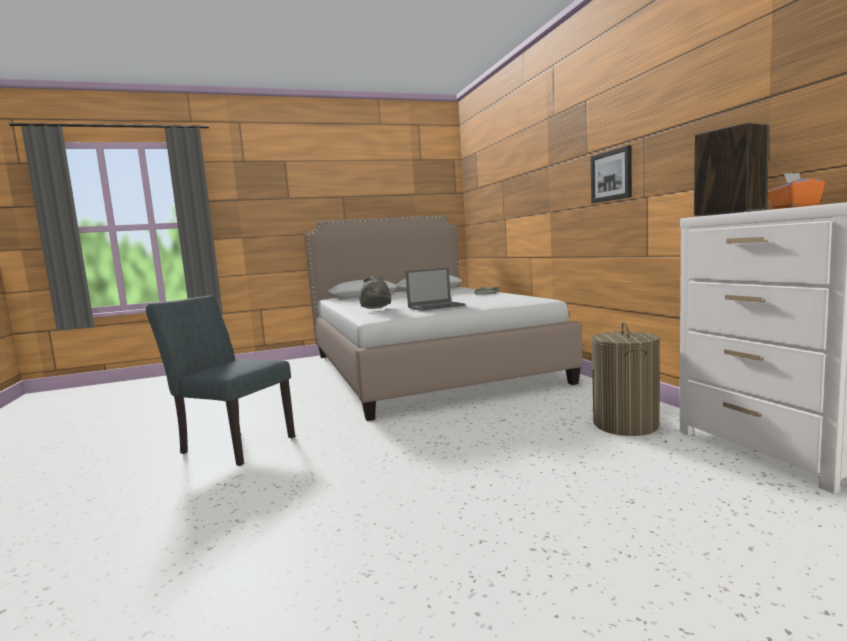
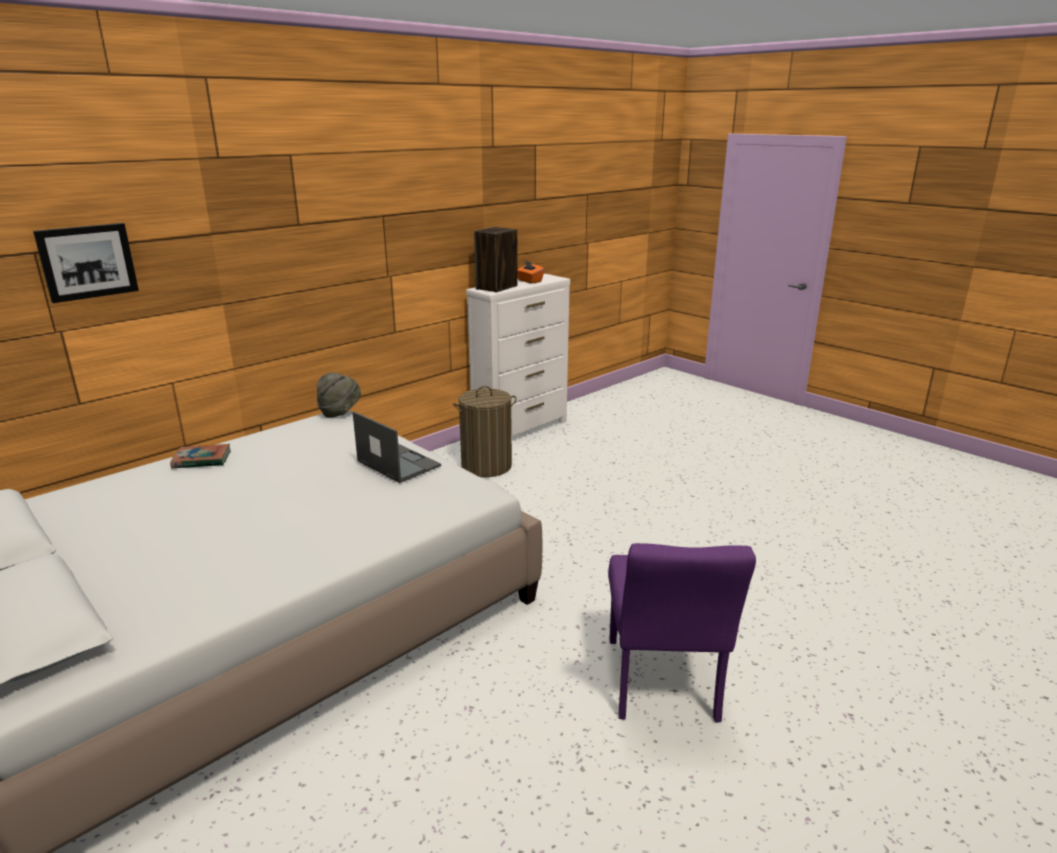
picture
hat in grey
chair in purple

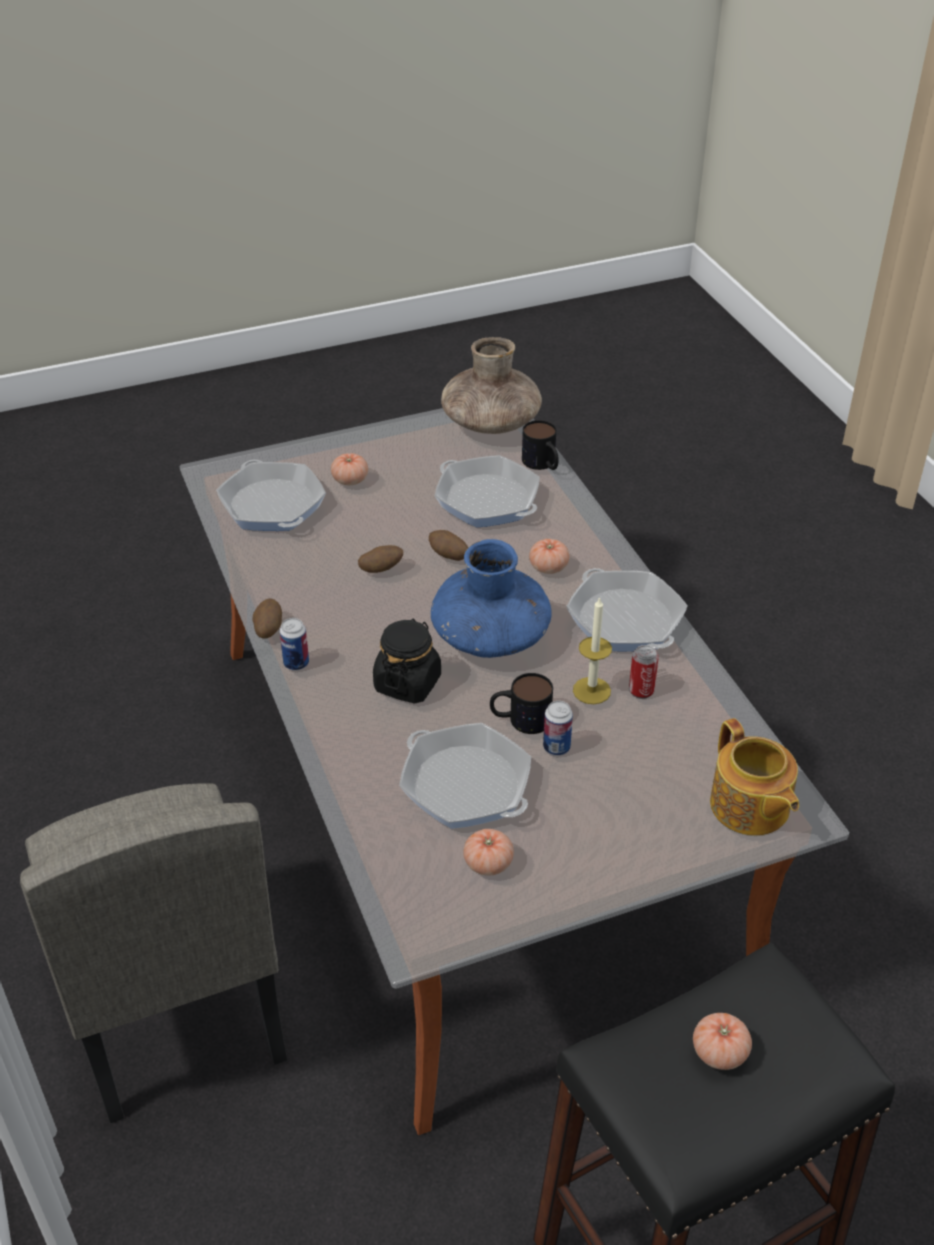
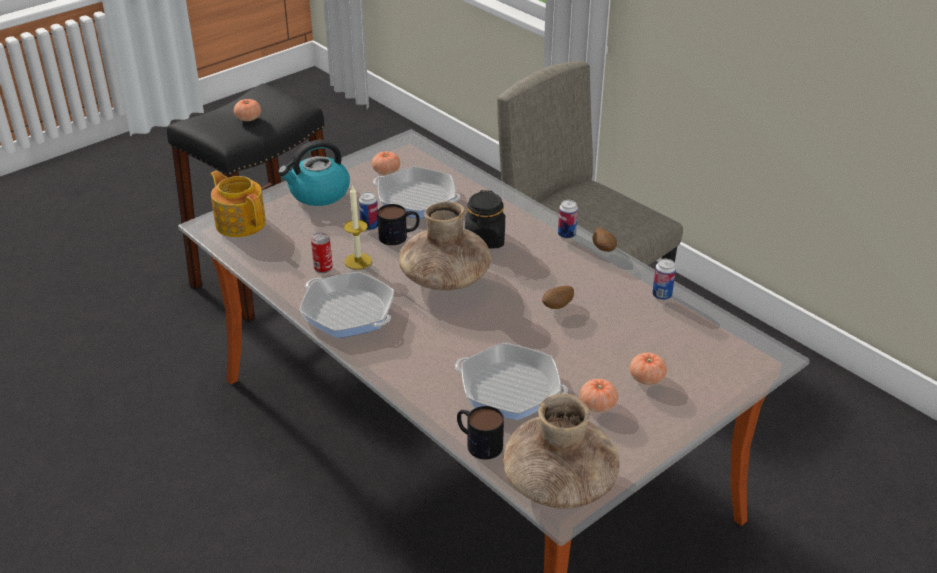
frying pan (no. 1 from left in the first image)
potato (no. 3 from left in the first image)
vase in brown (no. 1 from left)
tomato (no. 3 from left)
kettle
can (no. 4 from left)

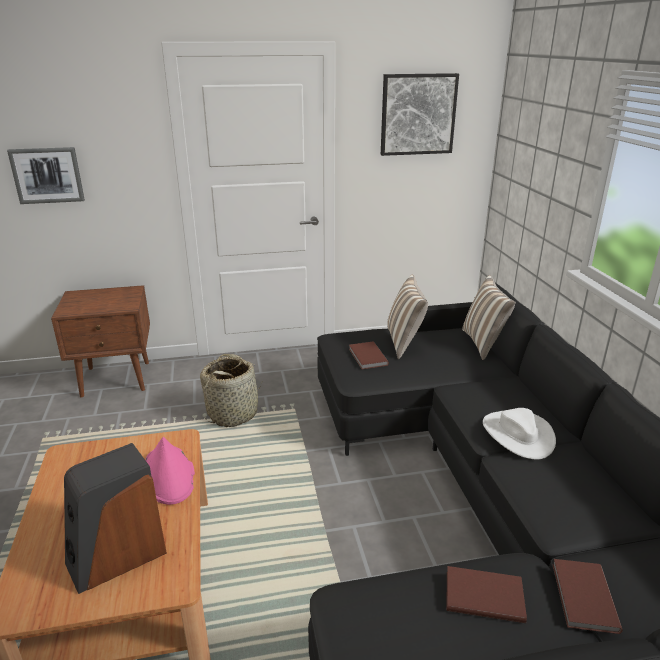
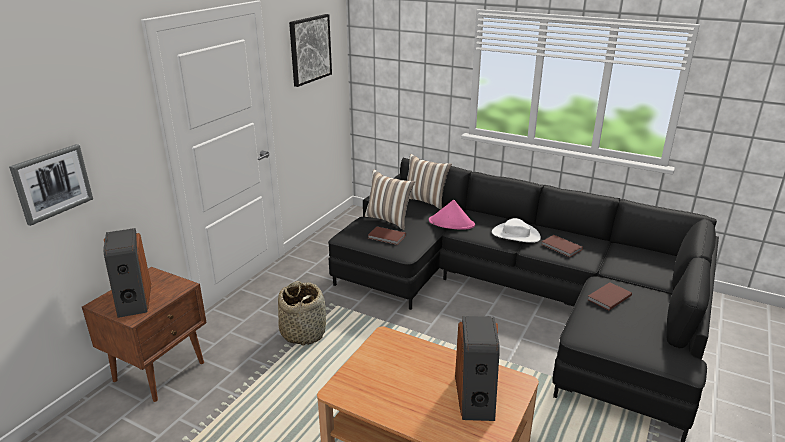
hat in pink
book in brown (no. 2 from left)
speaker (no. 1 from left)

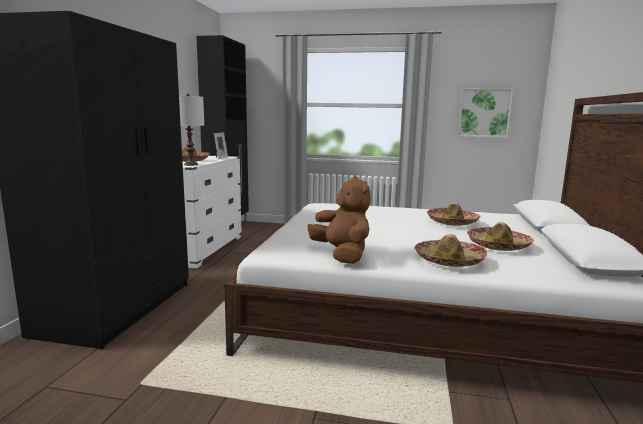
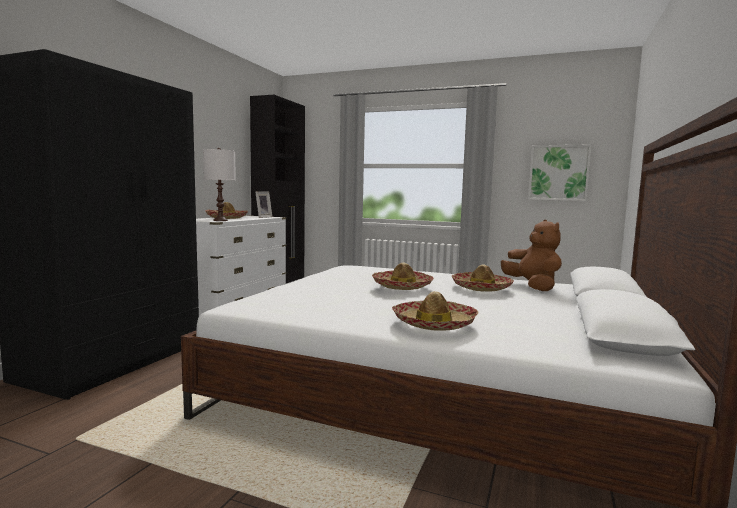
plush toy in brown
hat (no. 2 from left)

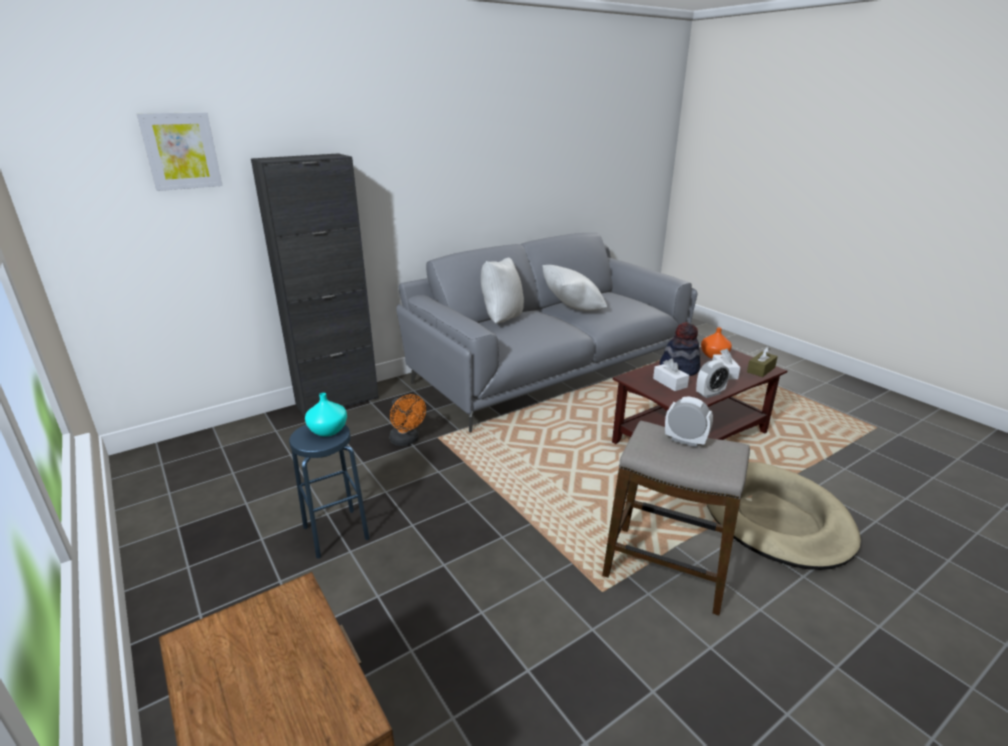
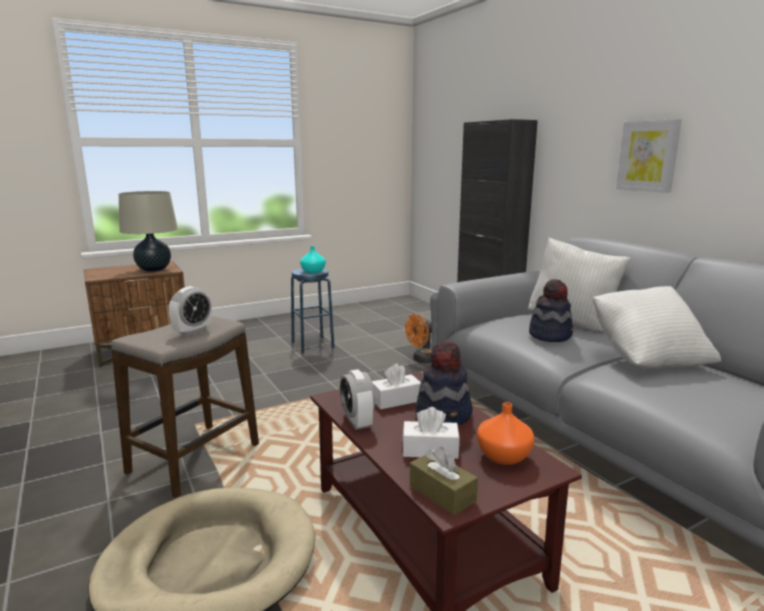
picture
table lamp in beige
hat (no. 2 from left)

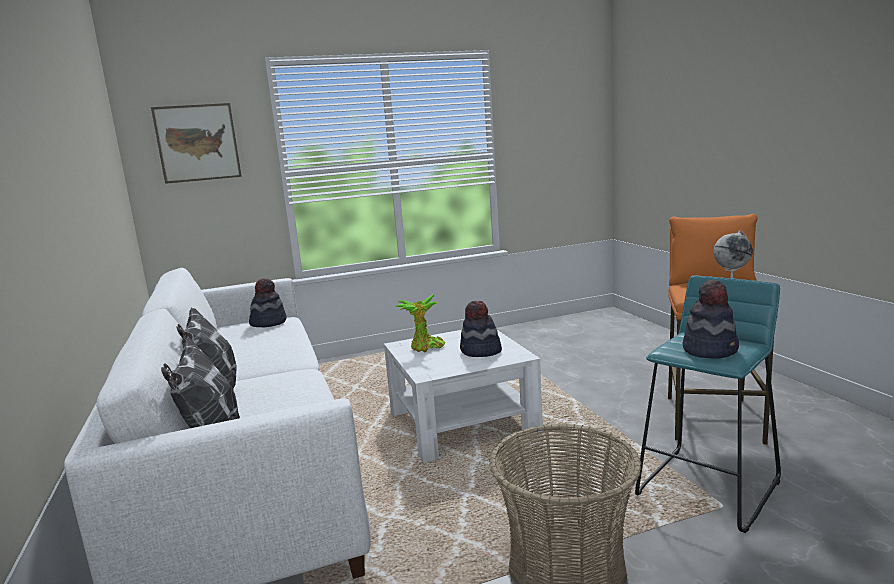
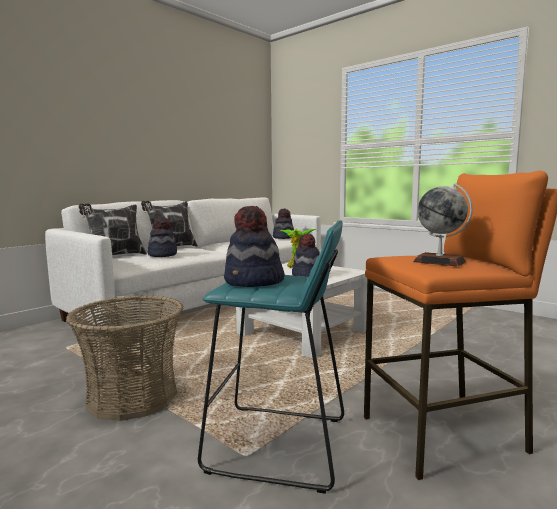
picture
hat (no. 1 from left)

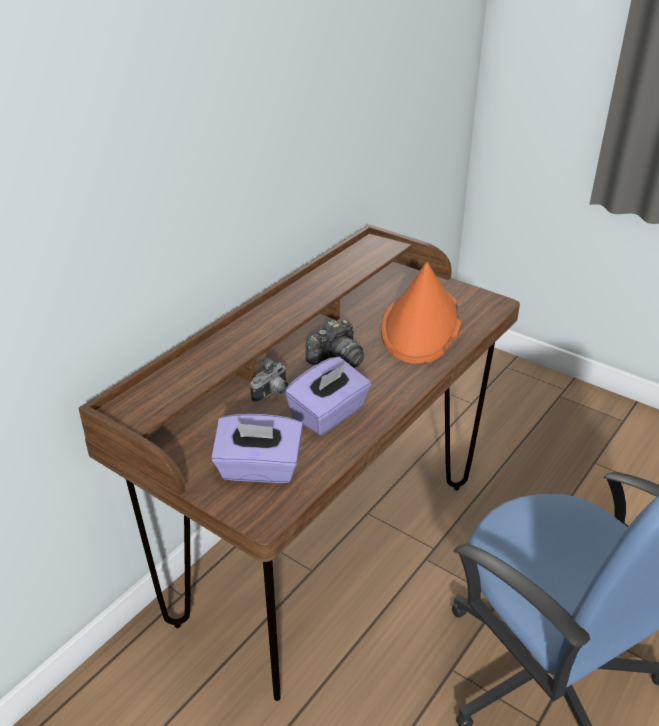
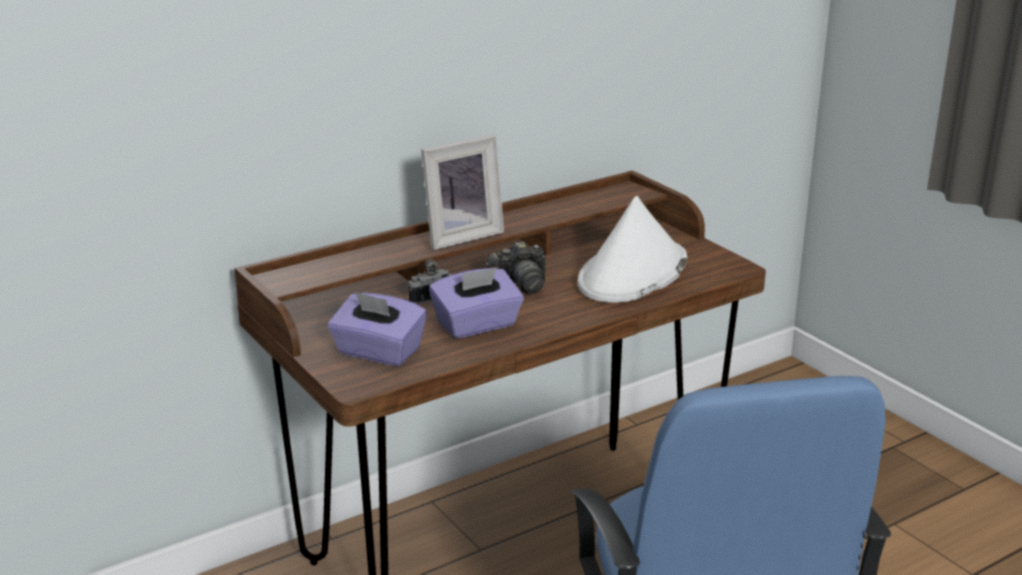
hat in white
picture frame

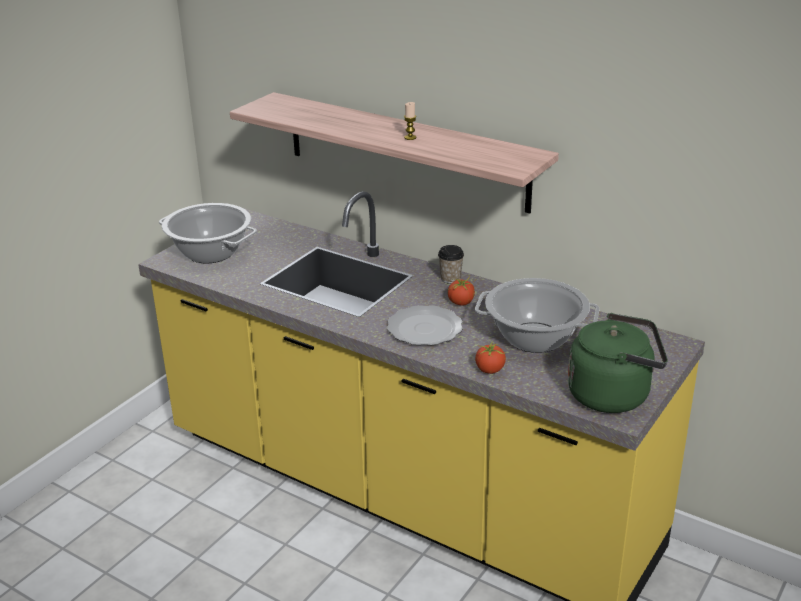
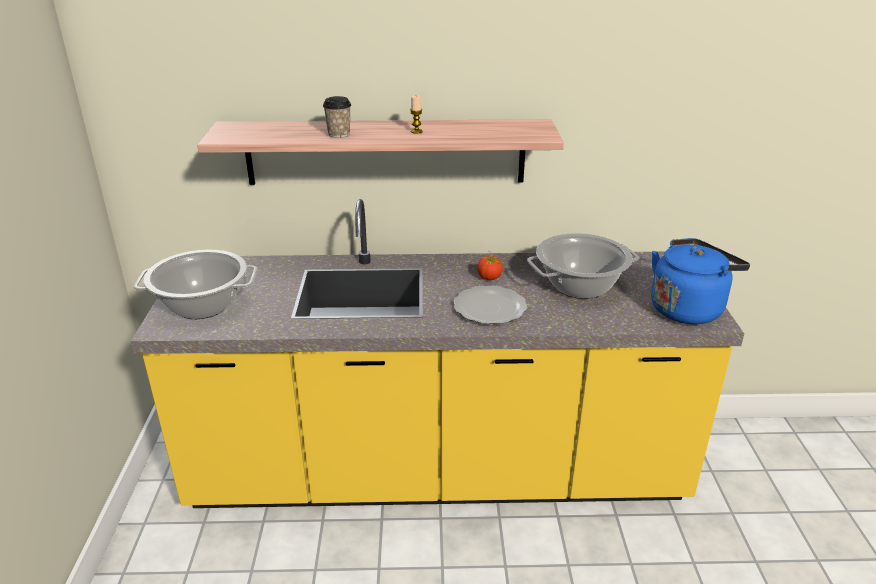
cup
kettle in blue
tomato (no. 2 from left in the first image)

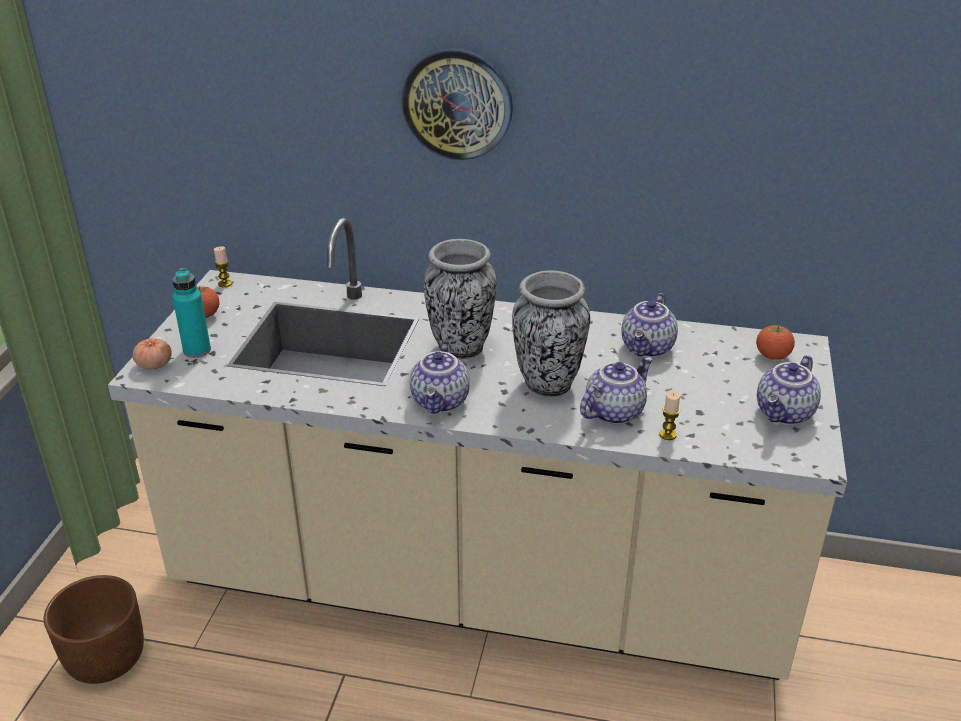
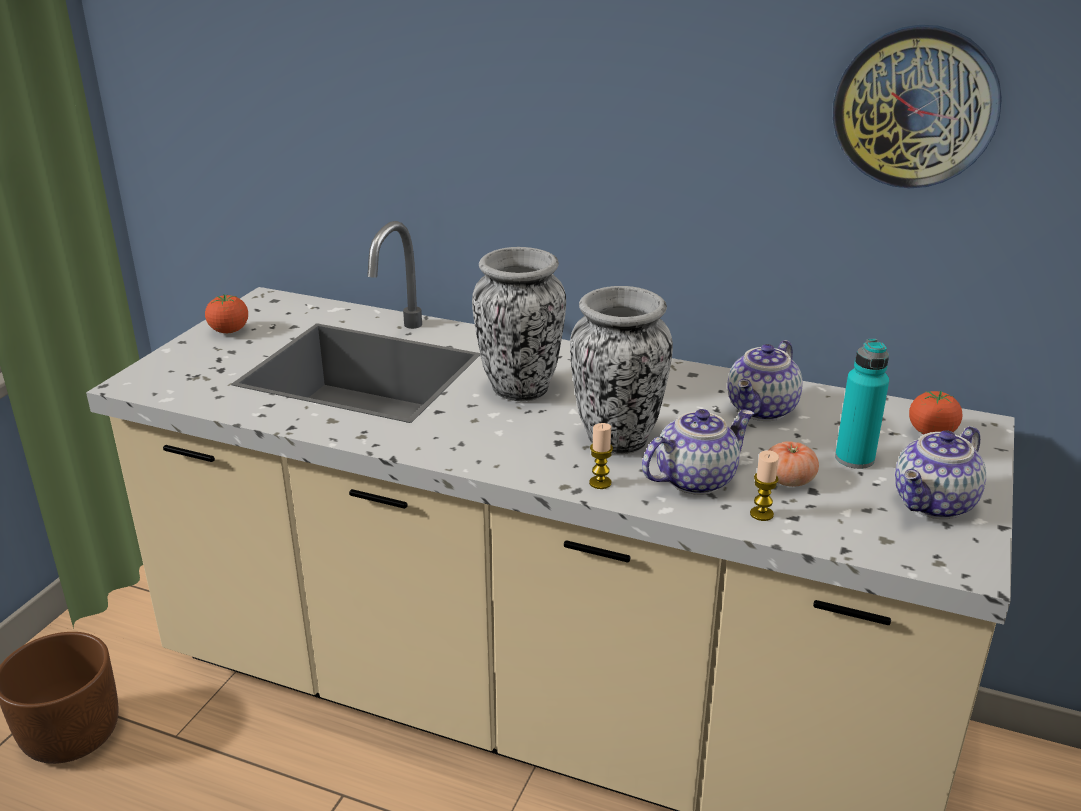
wall clock
candle (no. 1 from left)
bottle in turquoise
tomato (no. 2 from left)
teapot (no. 1 from left in the first image)

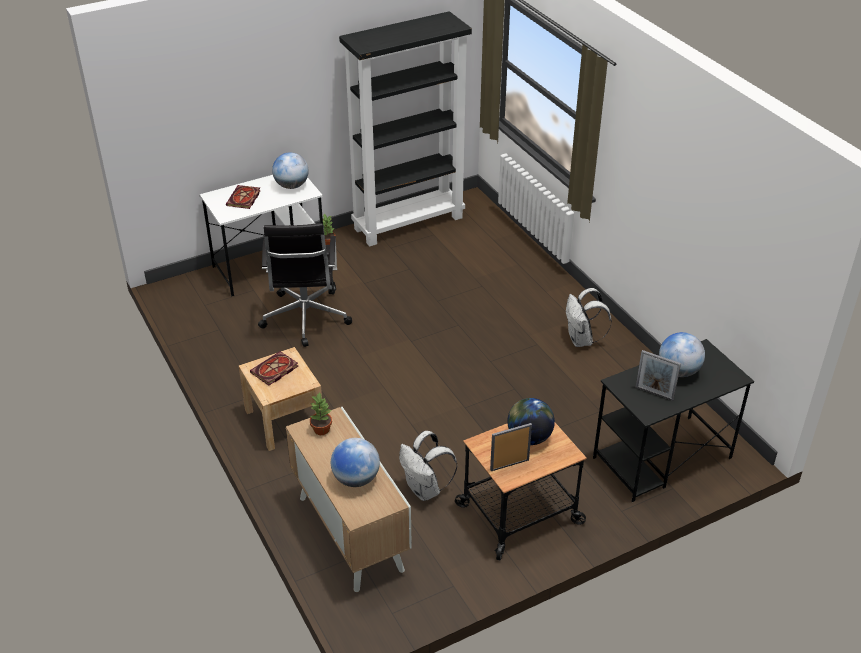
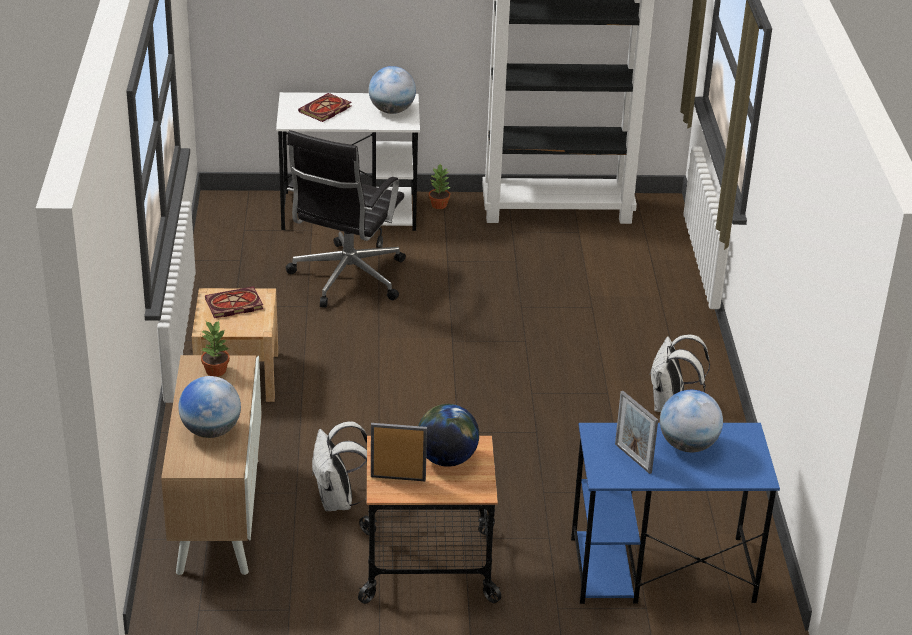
desk in blue

